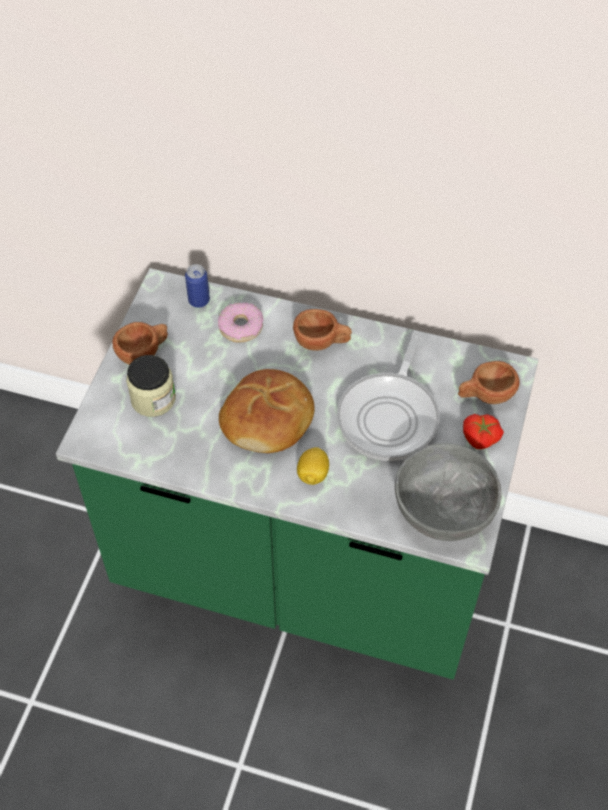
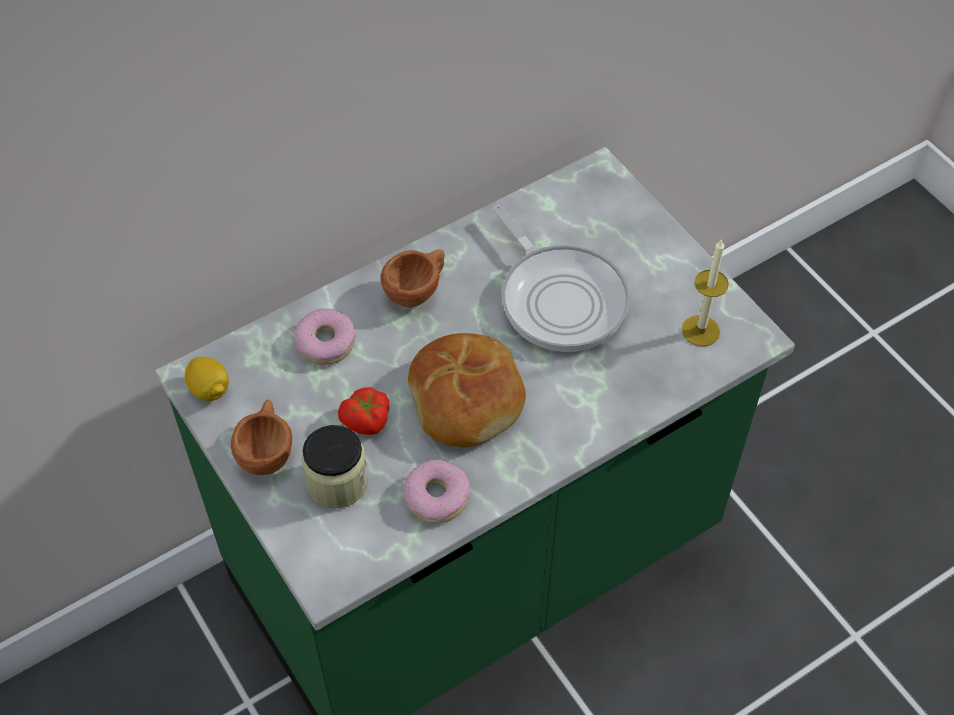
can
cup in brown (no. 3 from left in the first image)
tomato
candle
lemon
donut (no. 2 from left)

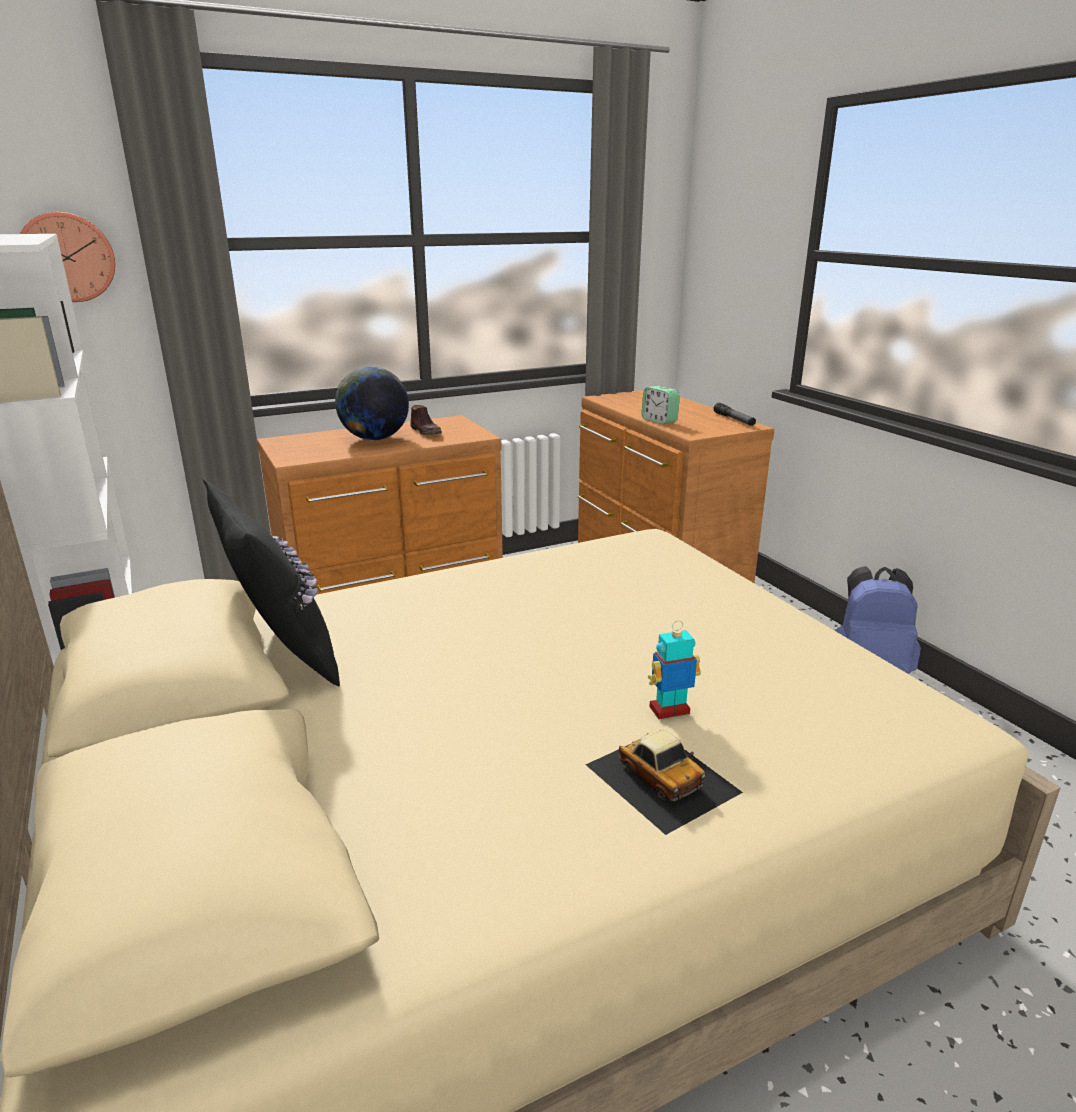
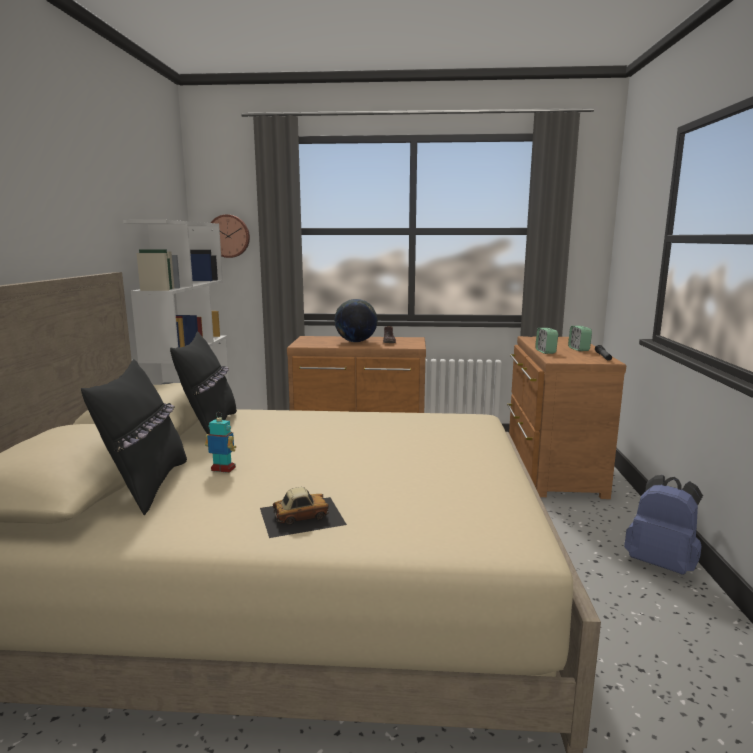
toy robot
toy car
alarm clock (no. 2 from left)
pillow in black (no. 1 from left)

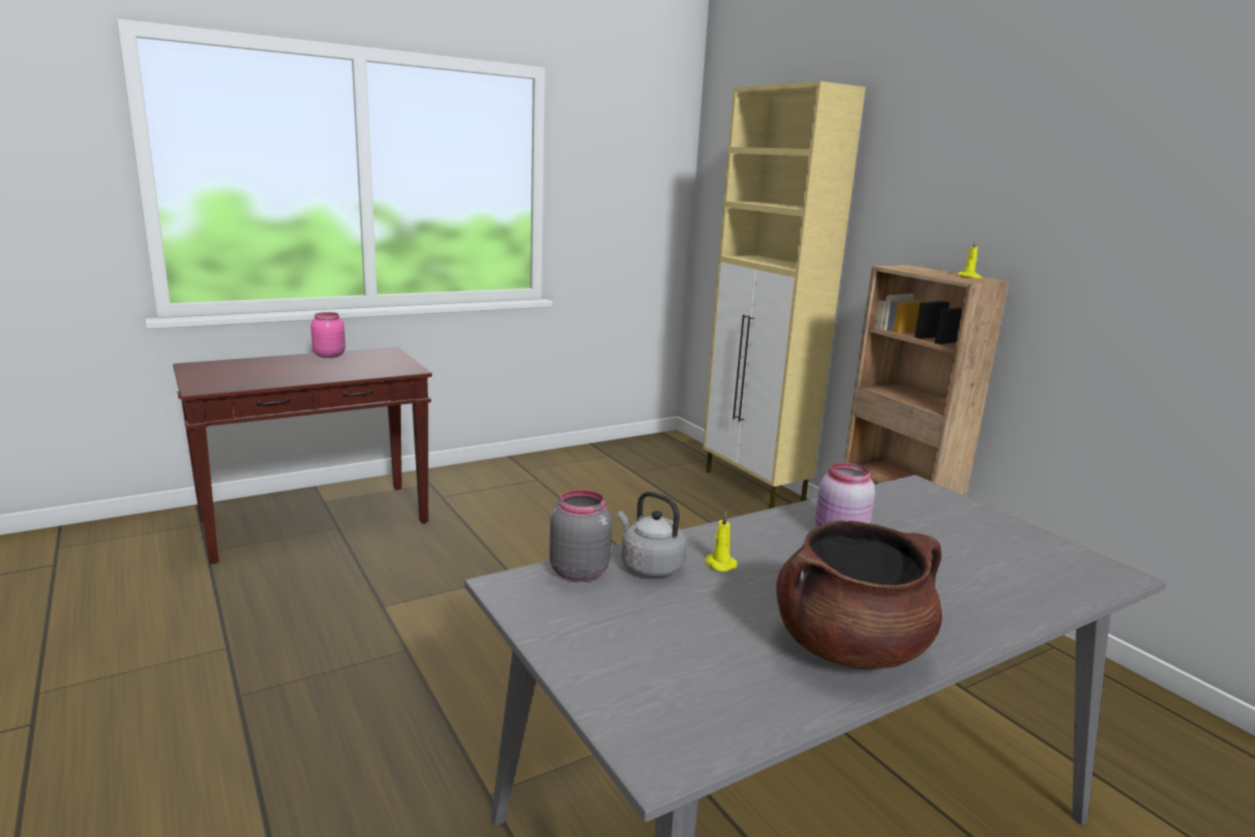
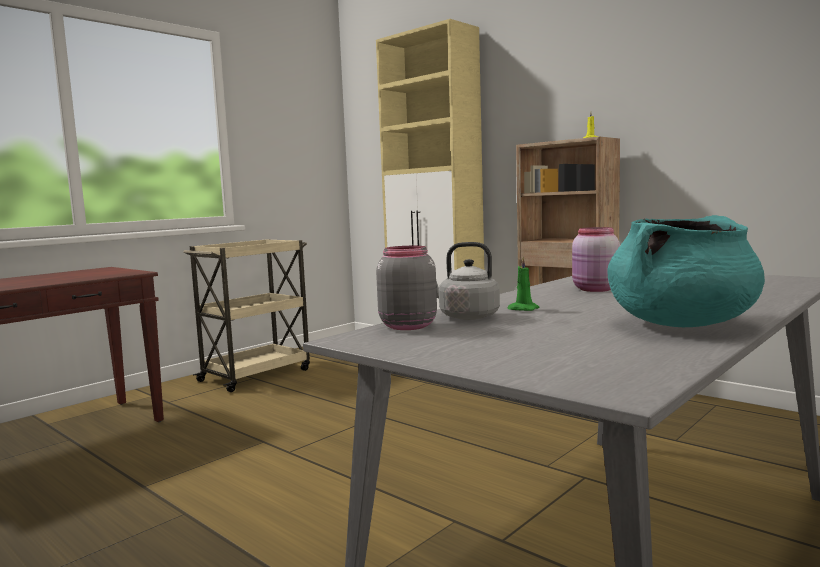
jar in pink (no. 1 from left in the first image)
candle in green
cooking pot in turquoise
cart in beige

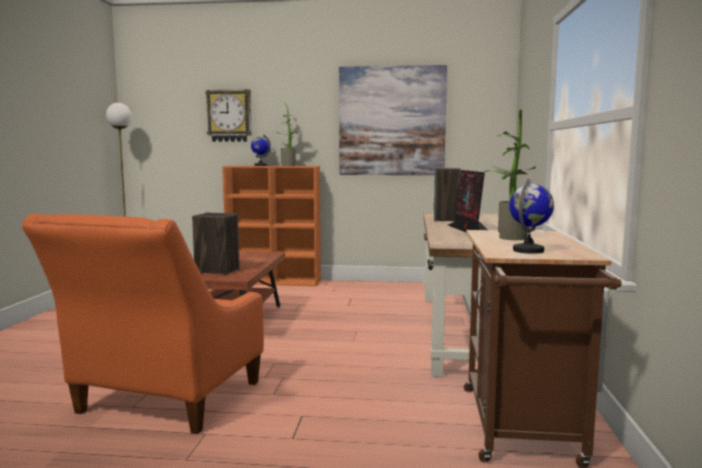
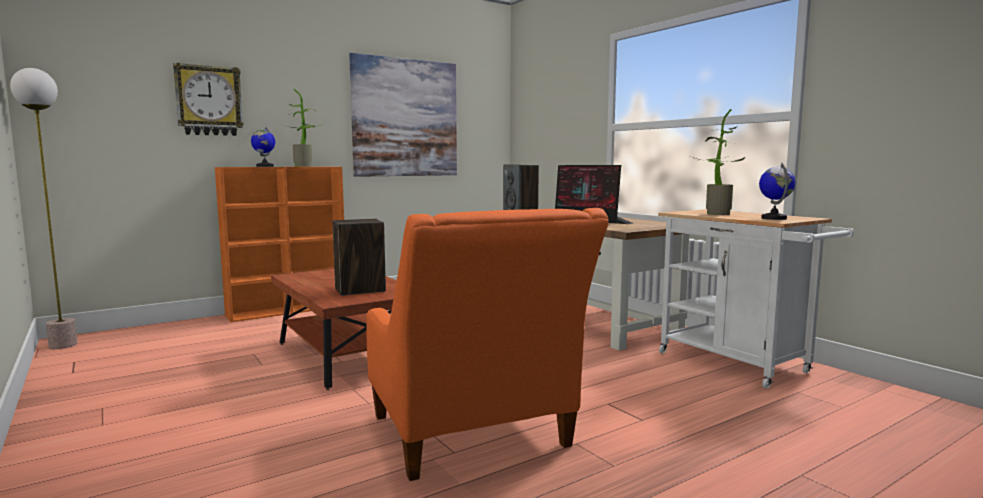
cart in white

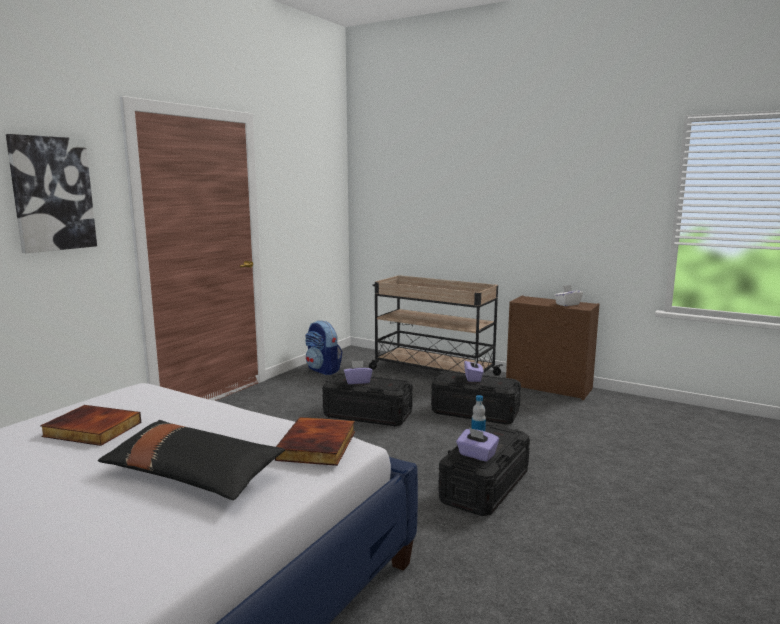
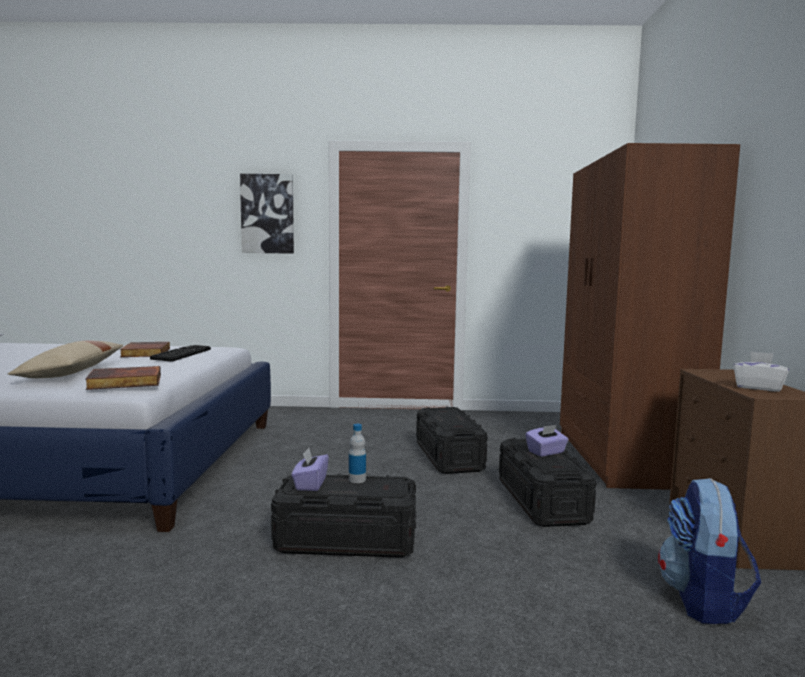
wardrobe in brown
backpack
tissue box in purple (no. 1 from left in the first image)
pillow in beige
keyboard

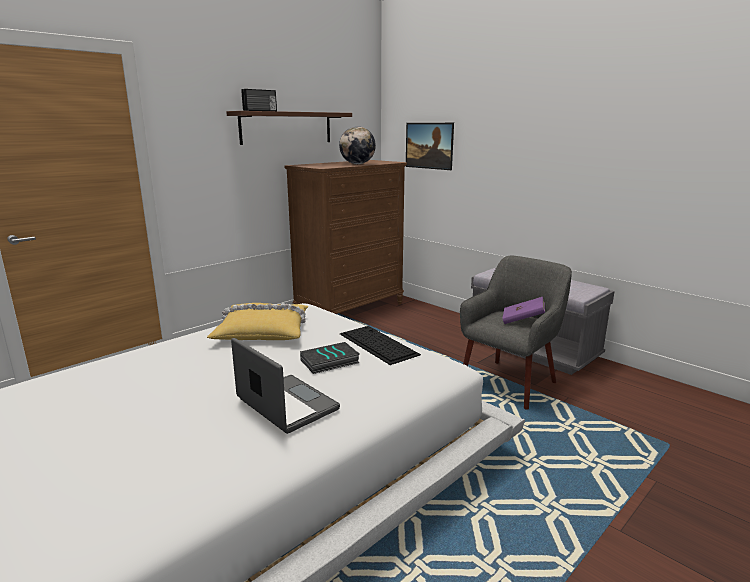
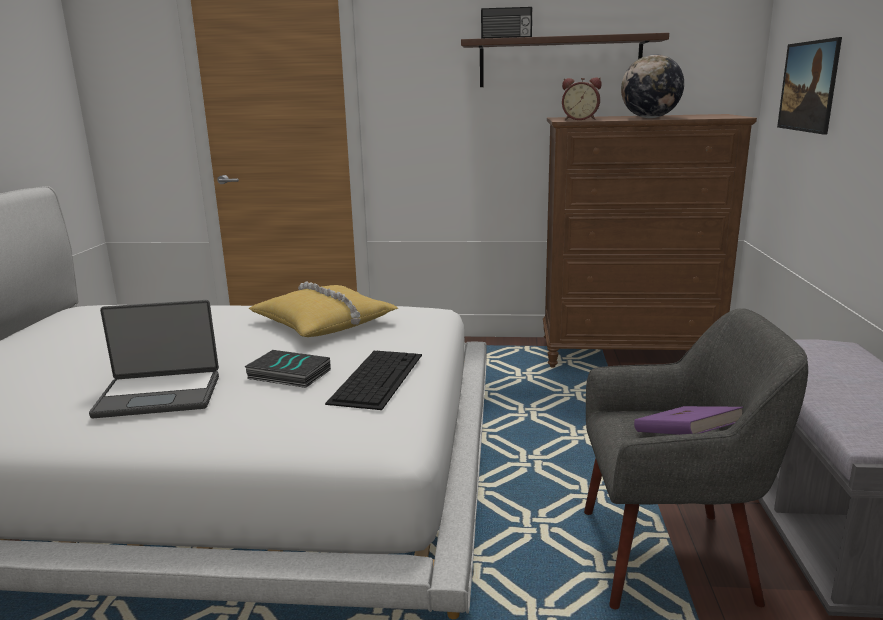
laptop
alarm clock

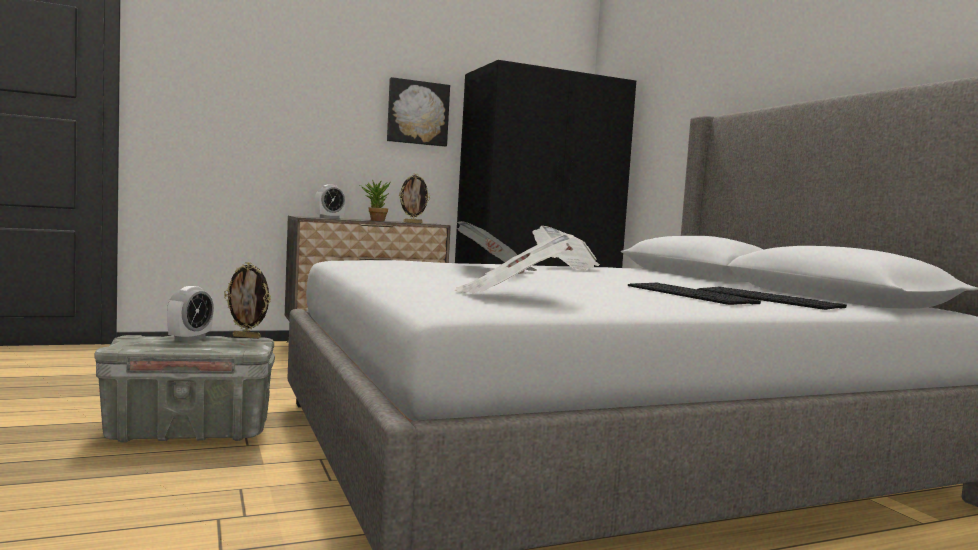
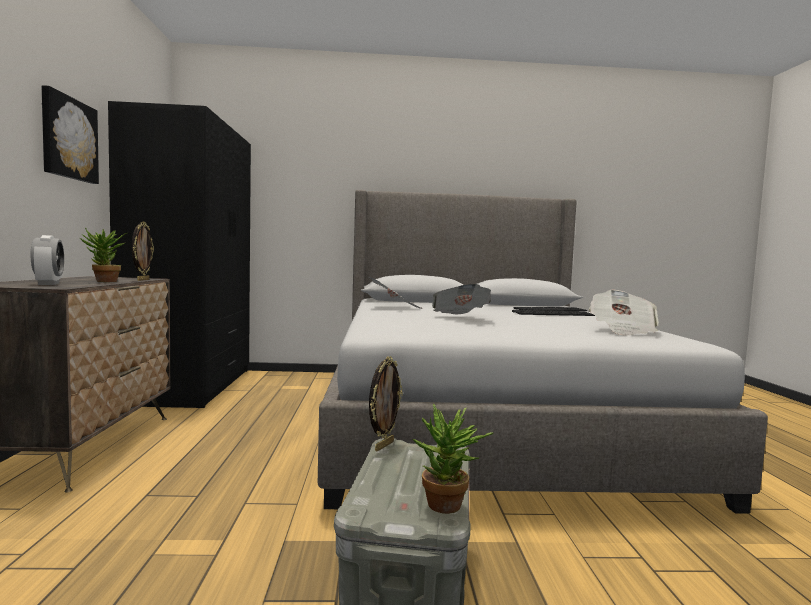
alarm clock (no. 1 from left in the first image)
potted plant (no. 2 from left)

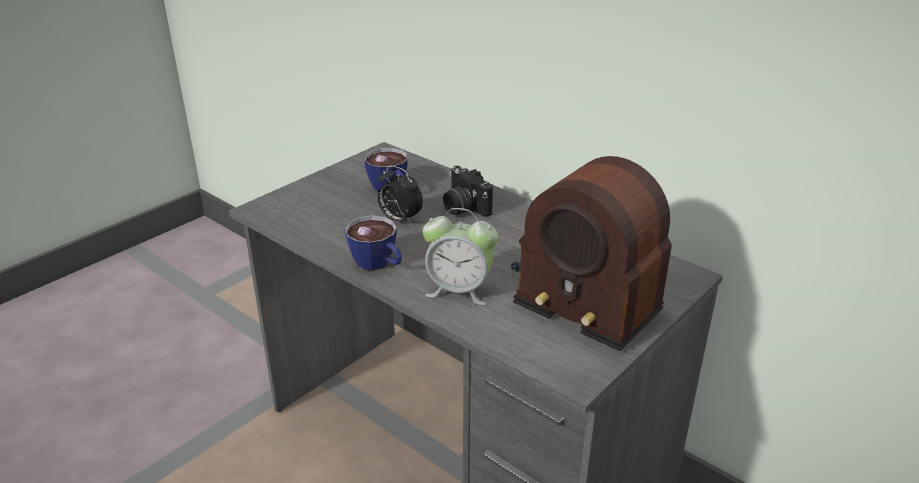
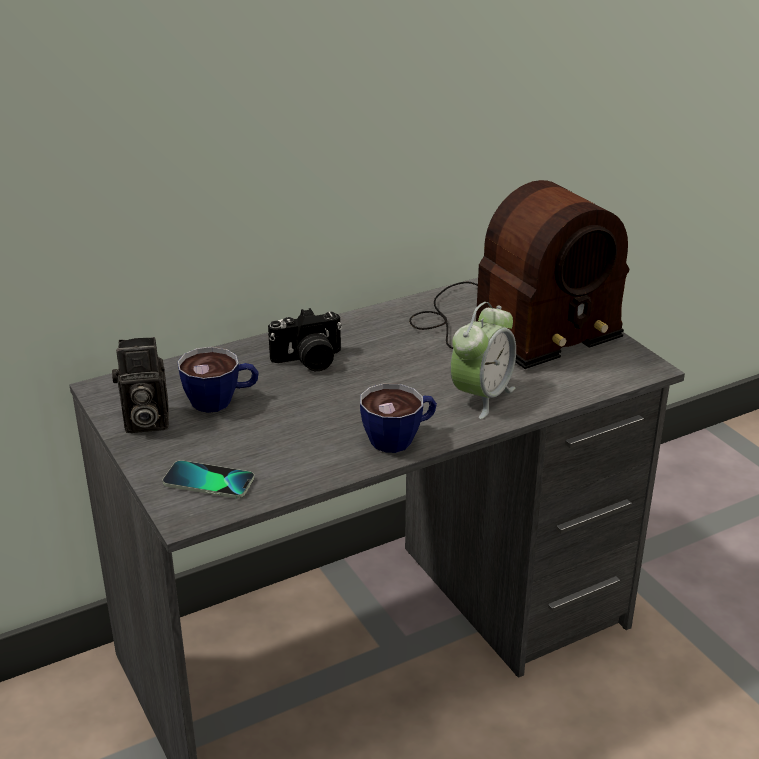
alarm clock (no. 1 from left in the first image)
photo camera (no. 1 from left)
phone

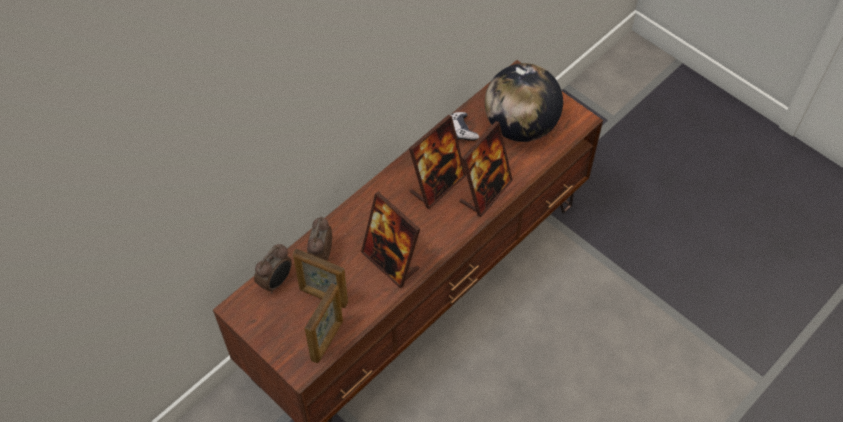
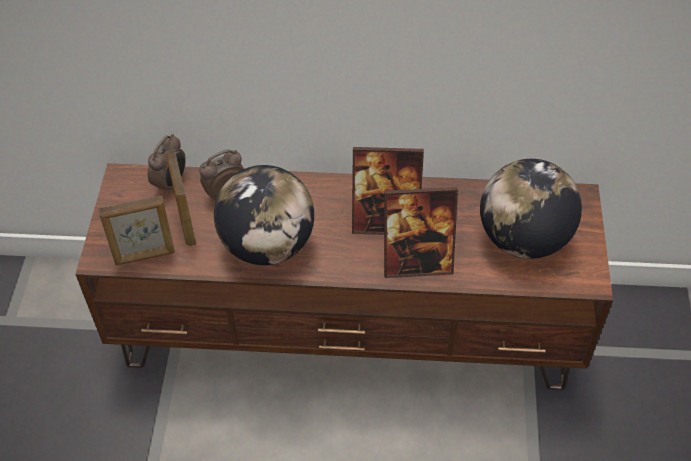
game controller
globe (no. 1 from left)
alarm clock (no. 1 from left)

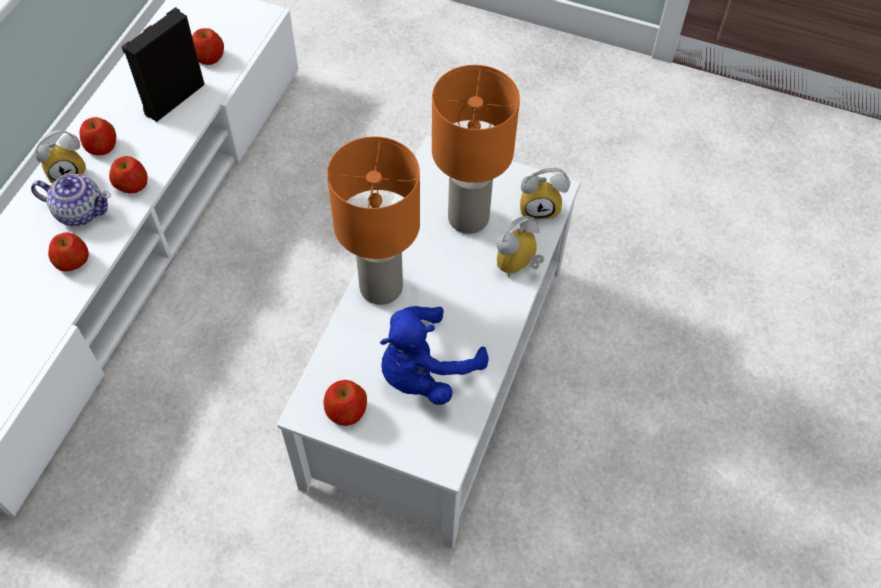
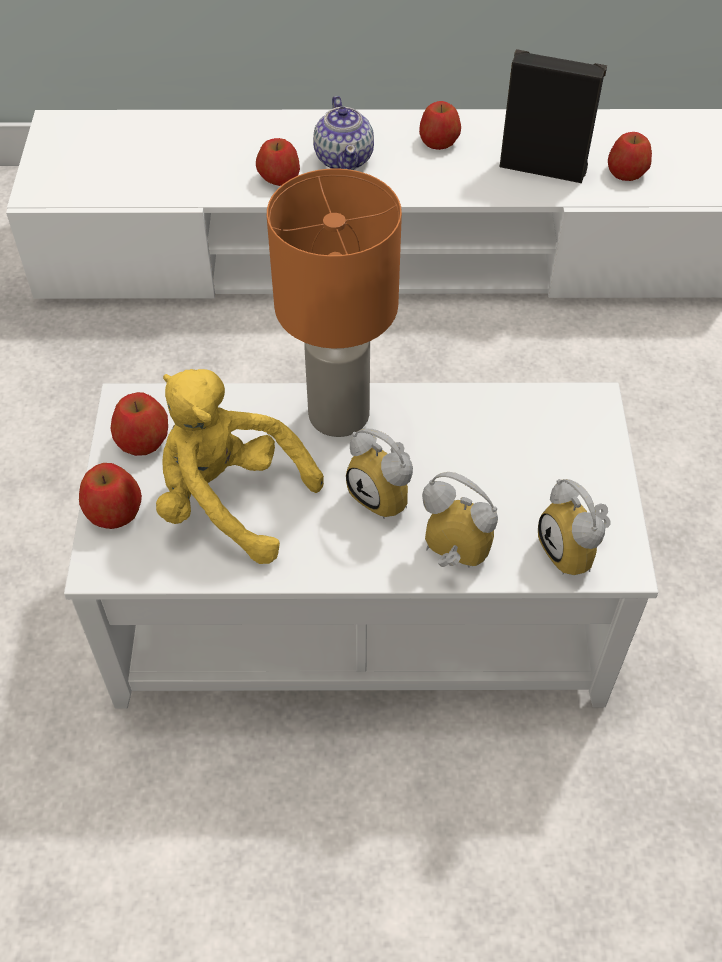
table lamp in orange (no. 2 from left in the first image)
alarm clock (no. 1 from left)
apple (no. 1 from left)
plush toy in yellow

